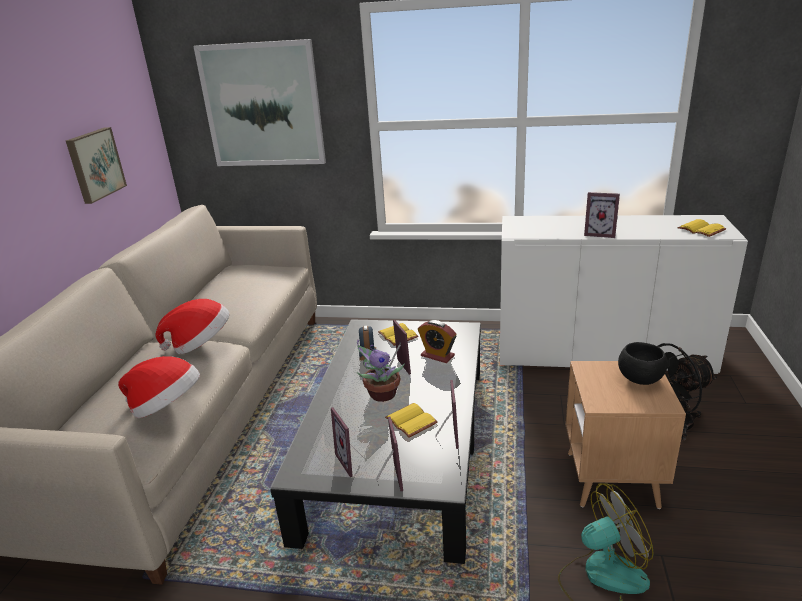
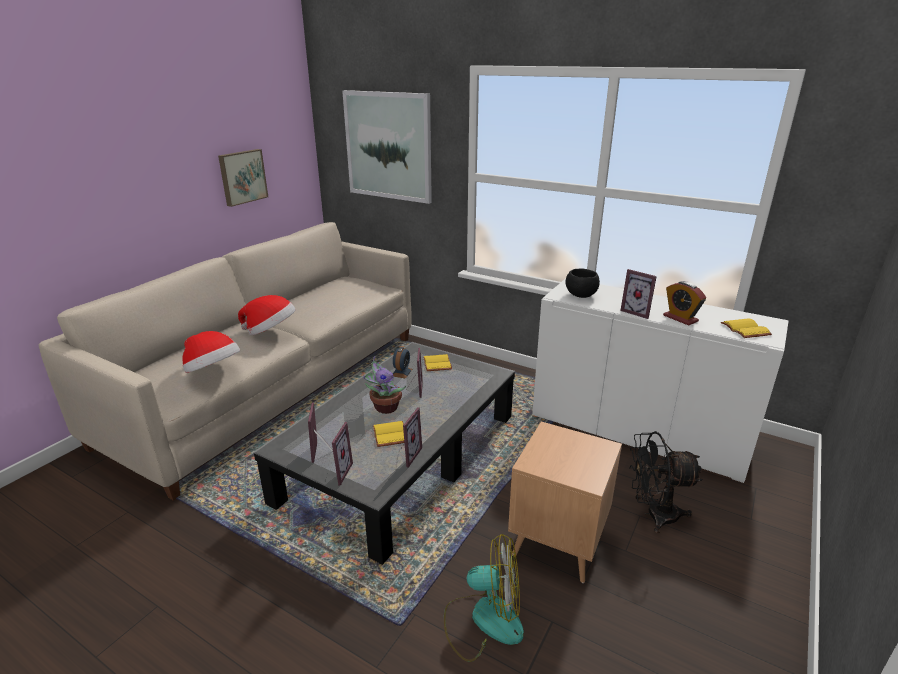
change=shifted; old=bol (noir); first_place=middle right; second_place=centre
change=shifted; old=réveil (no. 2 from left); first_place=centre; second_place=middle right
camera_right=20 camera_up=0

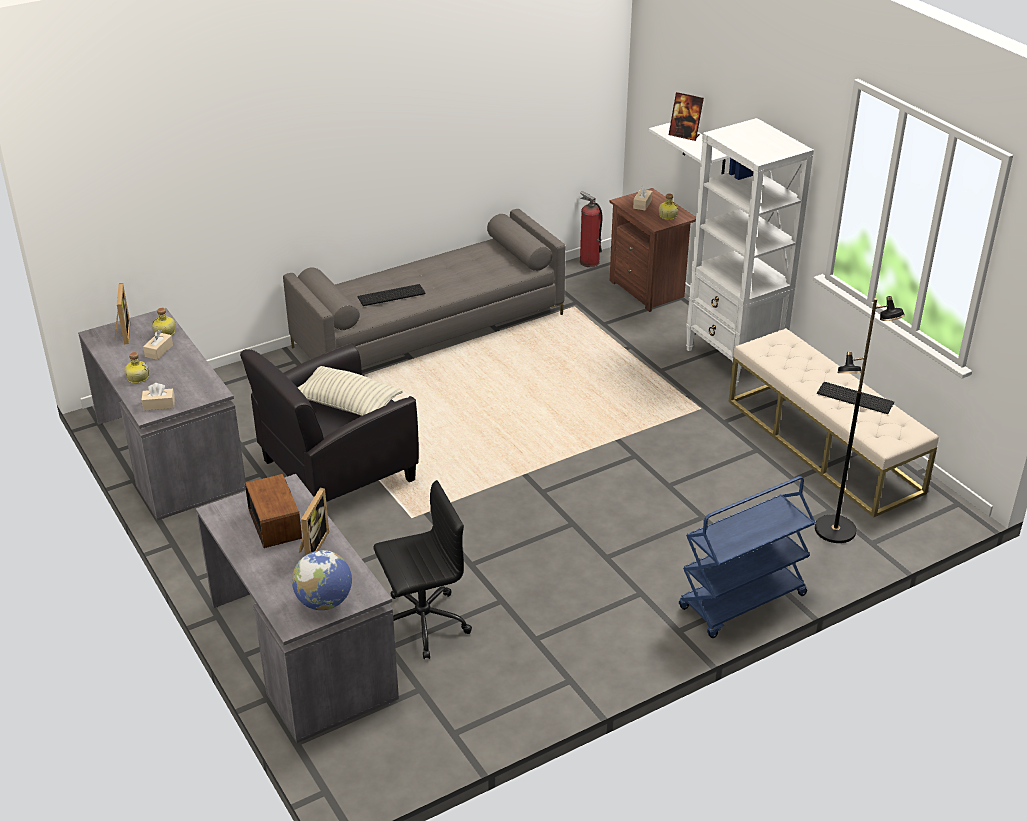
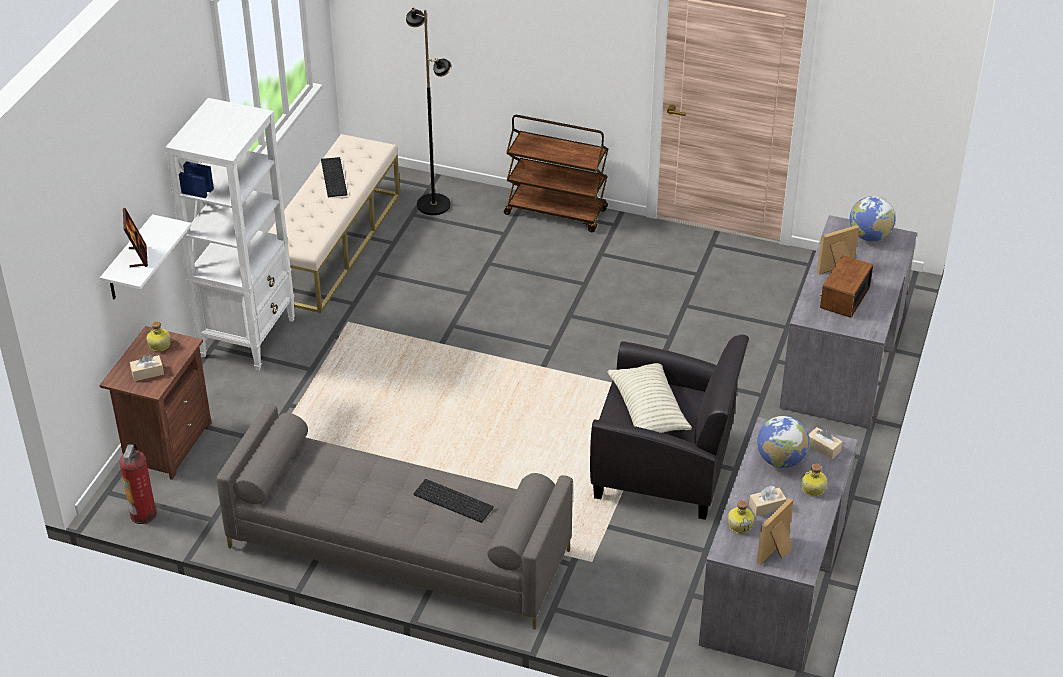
change=repainted; old=chariot (bleu); new=chariot (marron); first_place=bottom right; second_place=top centre
change=new; new=globe (no. 1 from left); second_place=middle right
change=gone; old=chaise de bureau (noir); first_place=bottom centre
camera_right=-130 camera_up=5

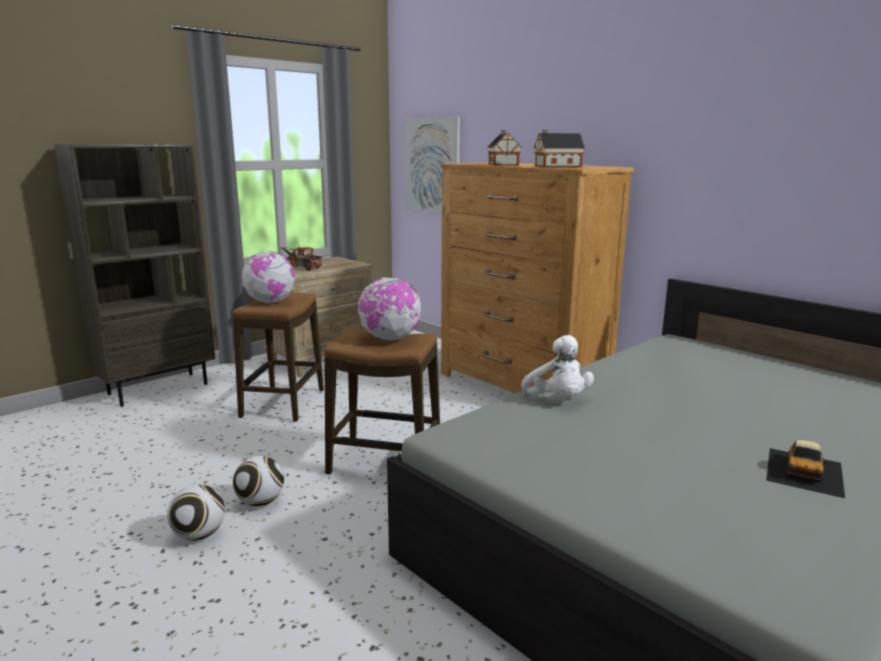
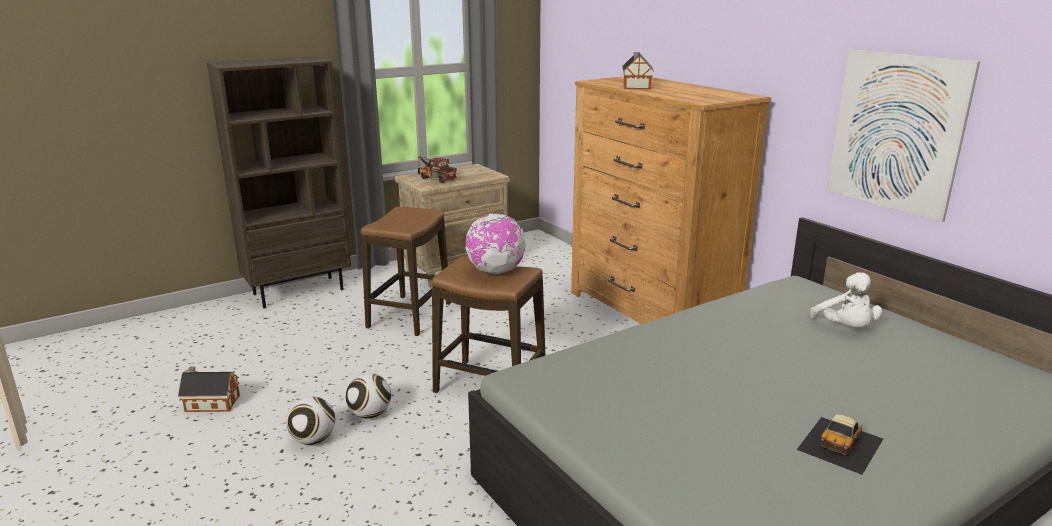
change=shifted; old=maison miniature (no. 2 from left in the first image); new=maison miniature (no. 1 from left); first_place=top centre; second_place=bottom left
change=shifted; old=peluche (blanc); first_place=centre; second_place=middle right
change=shifted; old=tableau; first_place=top centre; second_place=top right
change=gone; old=globe (no. 1 from left); first_place=middle left
camera_right=10 camera_up=5

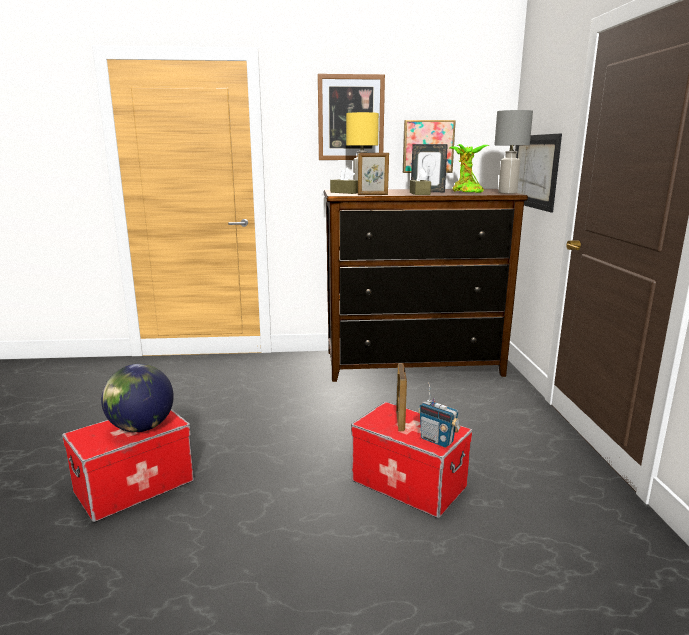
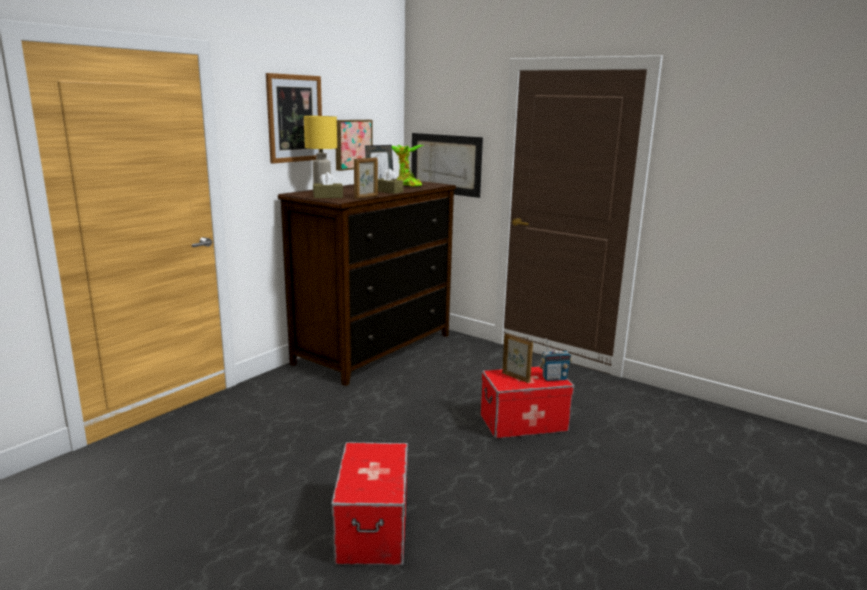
change=gone; old=globe; first_place=middle left
change=gone; old=lampe de table (gris); first_place=top right
camera_right=-50 camera_up=0

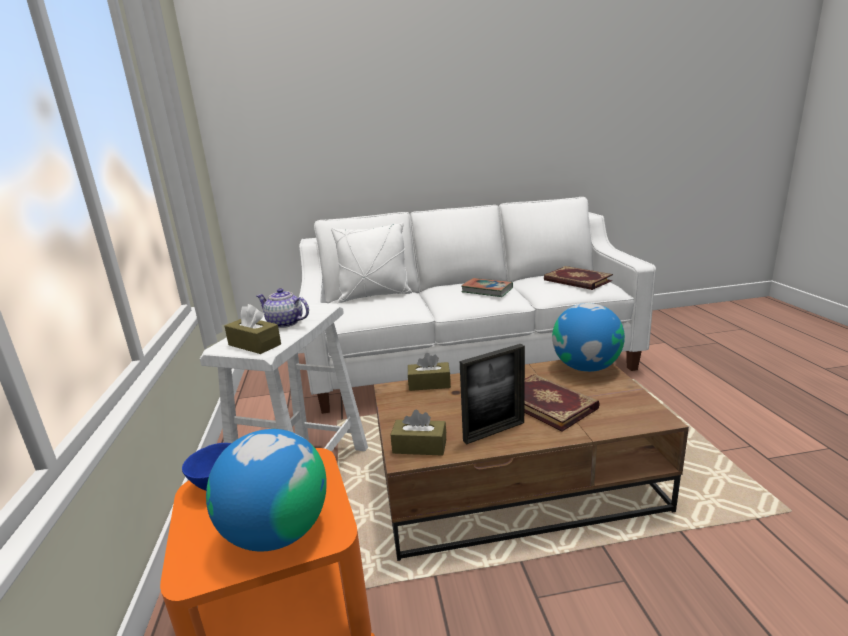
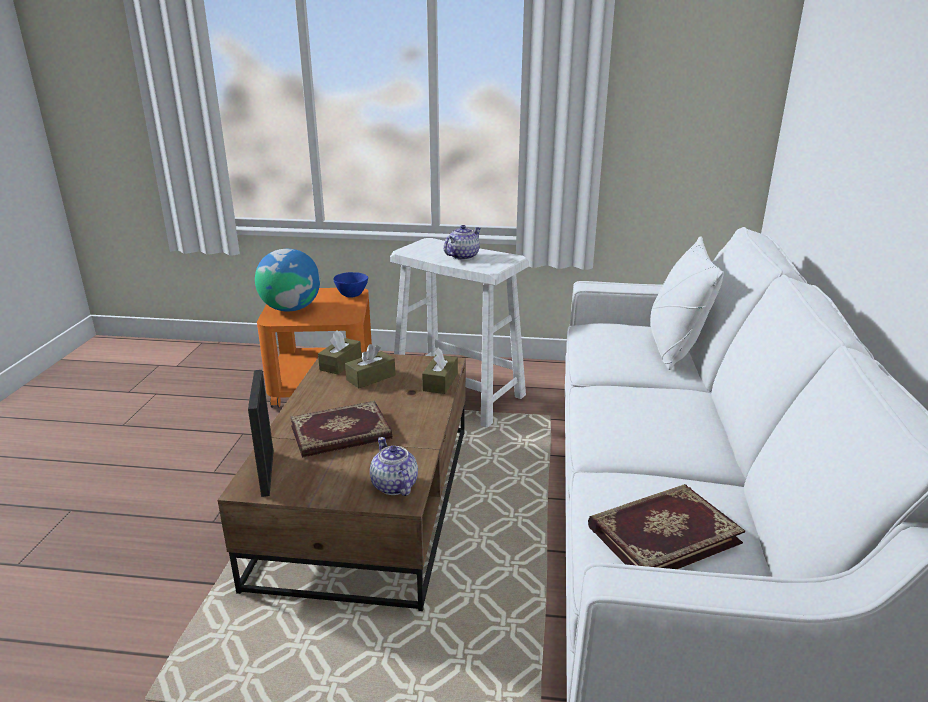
change=shifted; old=cadre photo; first_place=centre; second_place=middle left
change=shifted; old=boîte à mouchoirs (marron) (no. 1 from left in the first image); new=boîte à mouchoirs (marron) (no. 2 from left); first_place=middle left; second_place=centre
change=swapped; old=globe (no. 2 from left); new=théière (no. 1 from left); first_place=middle right; second_place=centre
change=gone; old=livre (no. 1 from left); first_place=centre
camera_right=105 camera_up=5

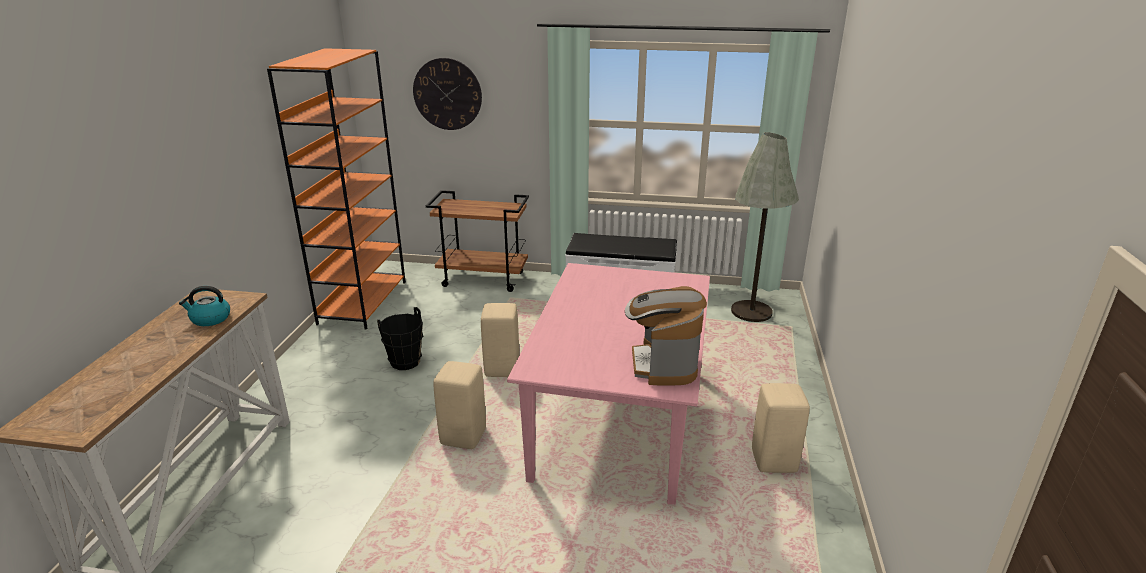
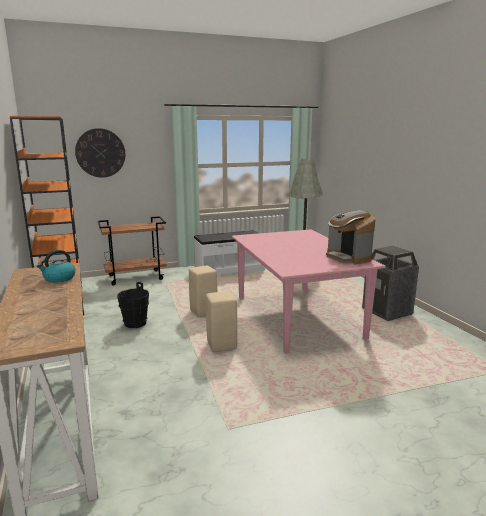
change=swapped; old=tabouret (beige) (no. 3 from left); new=poubelle; first_place=bottom right; second_place=middle right
camera_right=-30 camera_up=-10

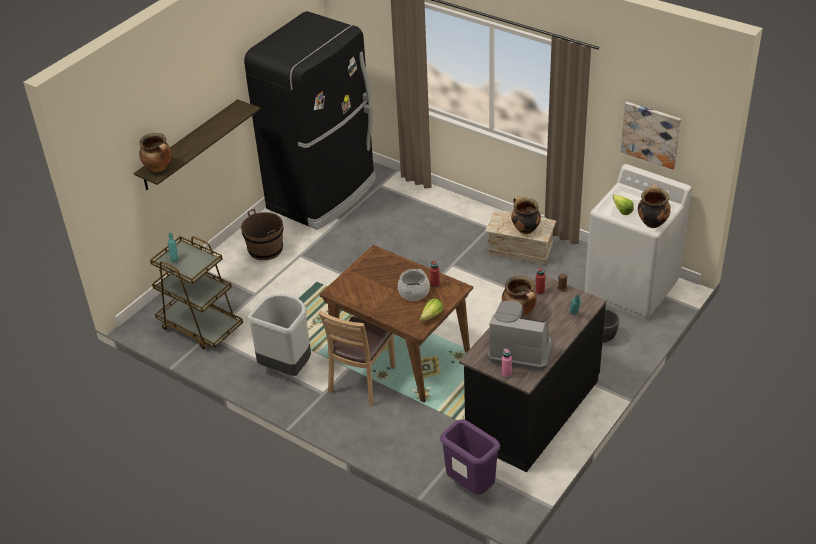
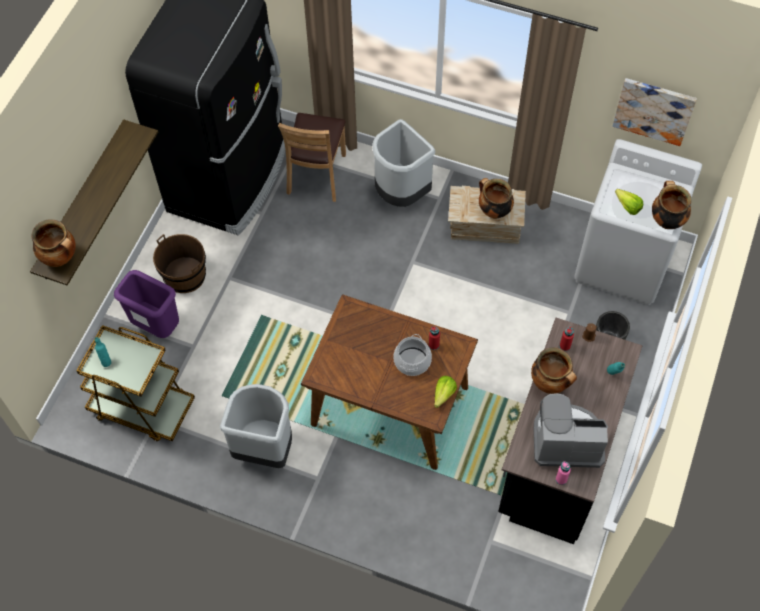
change=shifted; old=poubelle (violet); first_place=bottom centre; second_place=middle left
change=shifted; old=chaise (marron); first_place=centre; second_place=top centre
change=new; new=poubelle (gris) (no. 2 from left); second_place=top centre
camera_right=-15 camera_up=20

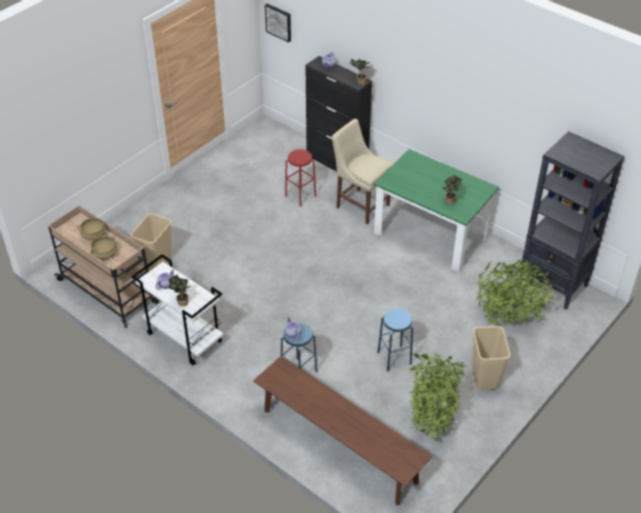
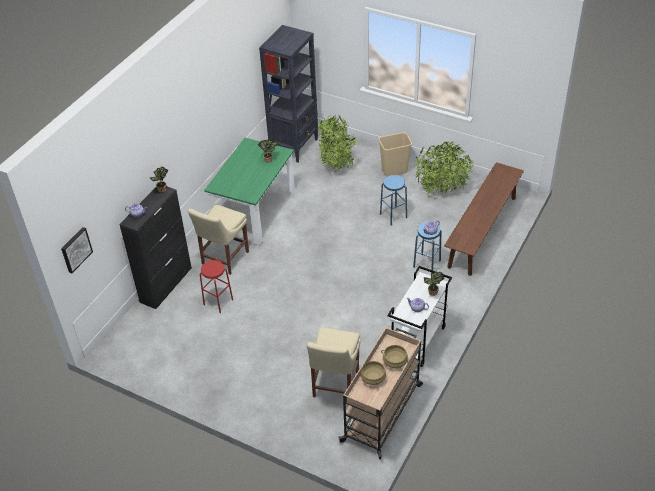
change=swapped; old=poubelle (beige) (no. 1 from left); new=chaise (beige) (no. 2 from left); first_place=middle left; second_place=bottom centre
camera_right=-100 camera_up=0

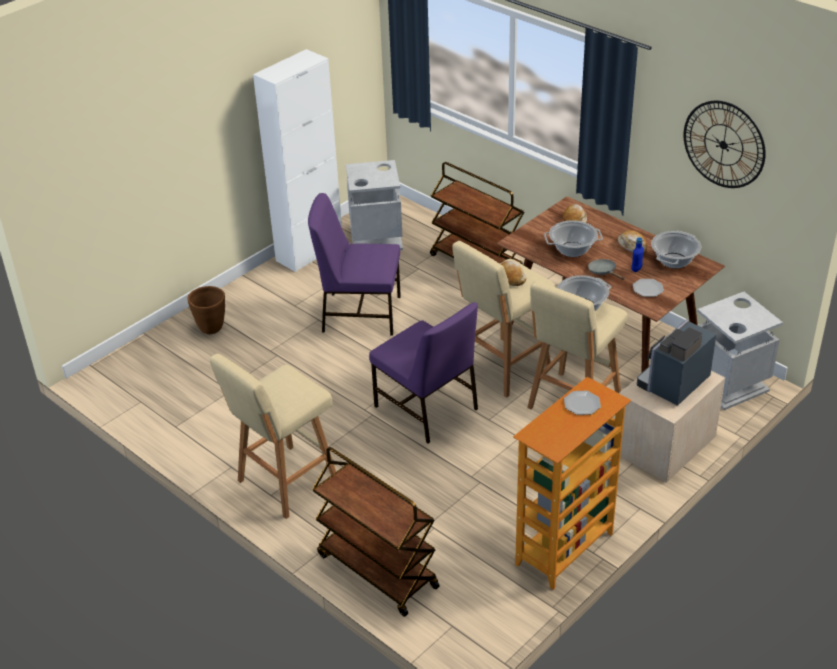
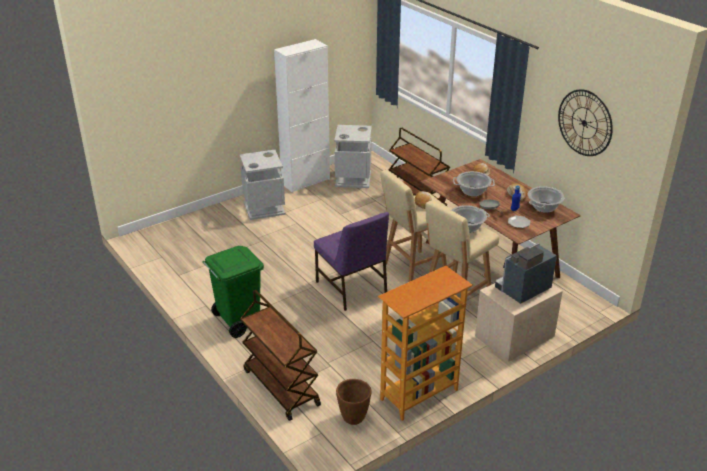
change=swapped; old=tabouret (beige) (no. 1 from left); new=poubelle (vert); first_place=middle left; second_place=middle left
change=shifted; old=poubelle (gris) (no. 2 from left in the first image); new=poubelle (gris) (no. 1 from left); first_place=middle right; second_place=centre
change=shifted; old=cache-pot (marron); first_place=middle left; second_place=bottom centre
change=gone; old=chaise (violet) (no. 1 from left); first_place=centre
change=gone; old=assiette (no. 1 from left); first_place=middle right
camera_right=10 camera_up=-5

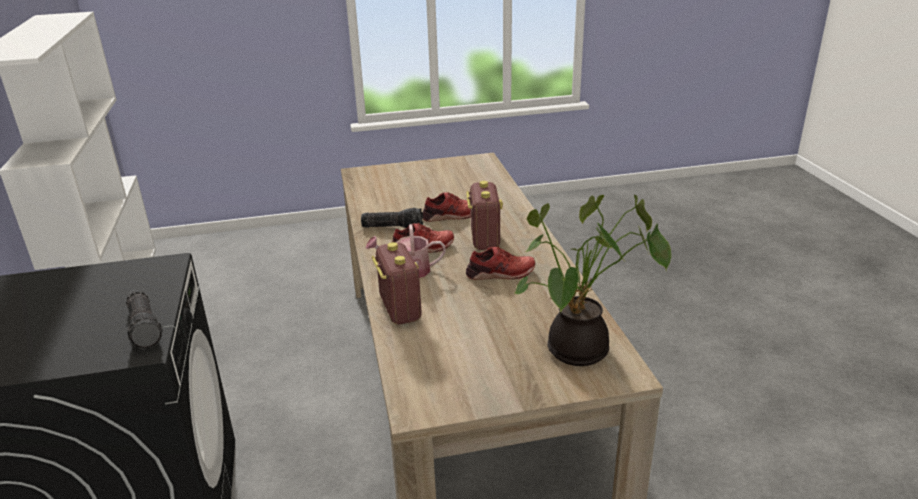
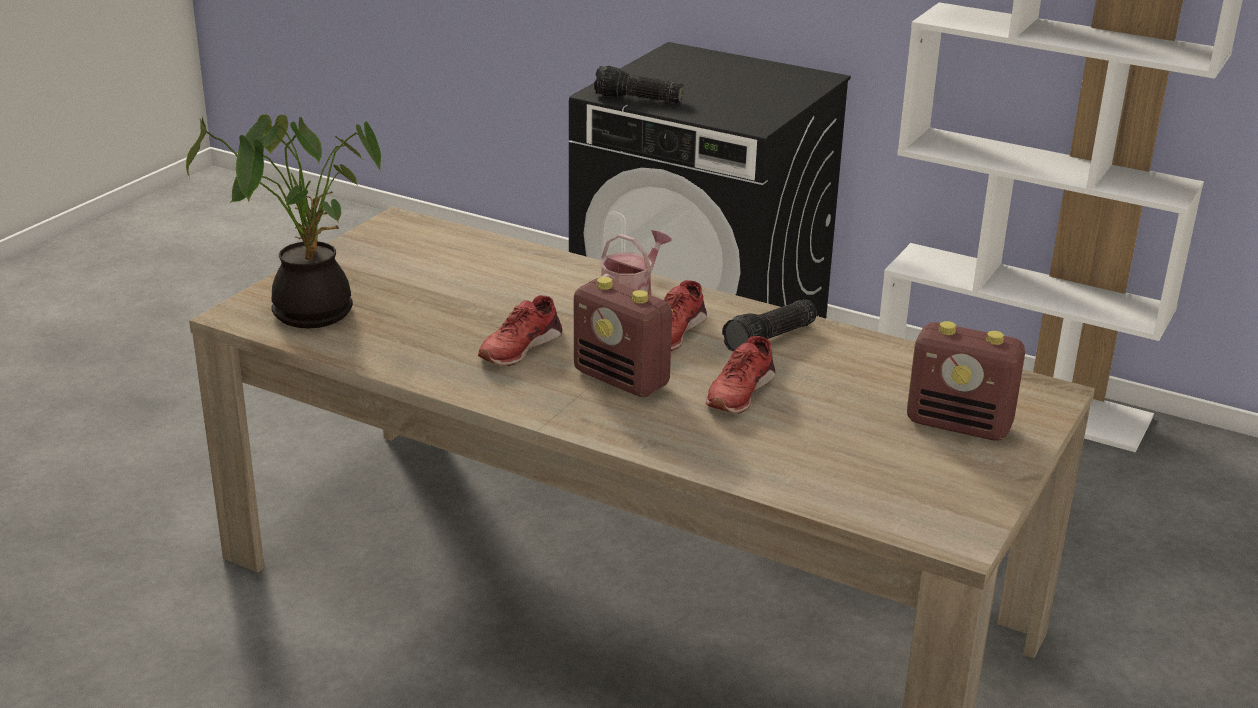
change=shifted; old=radio (no. 1 from left in the first image); new=radio (no. 2 from left); first_place=centre; second_place=middle right
camera_right=130 camera_up=0

